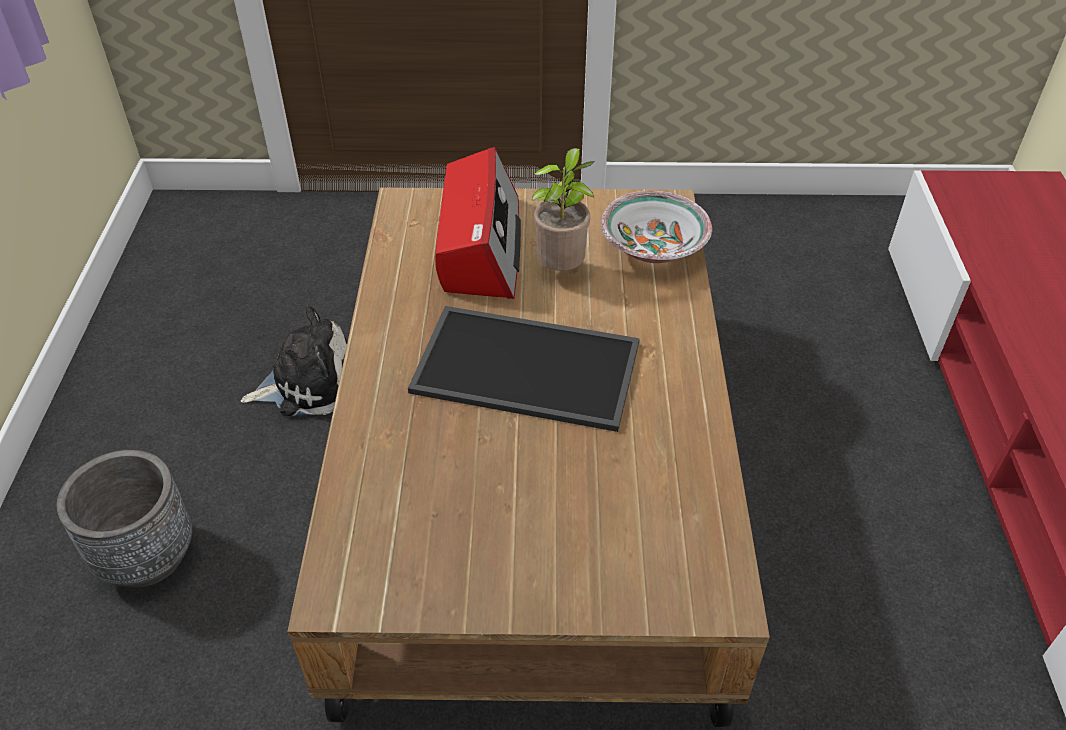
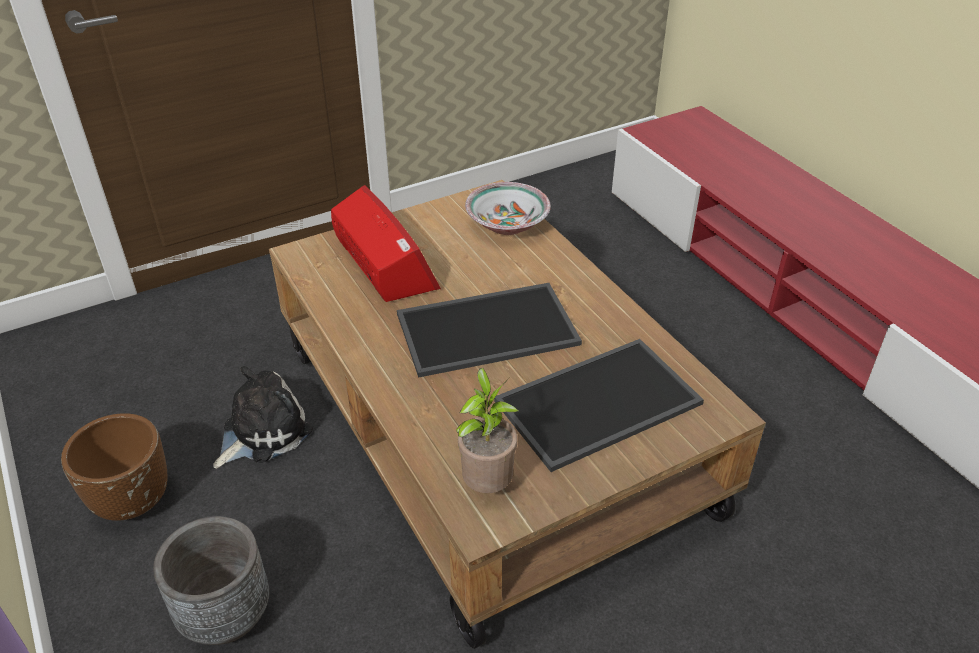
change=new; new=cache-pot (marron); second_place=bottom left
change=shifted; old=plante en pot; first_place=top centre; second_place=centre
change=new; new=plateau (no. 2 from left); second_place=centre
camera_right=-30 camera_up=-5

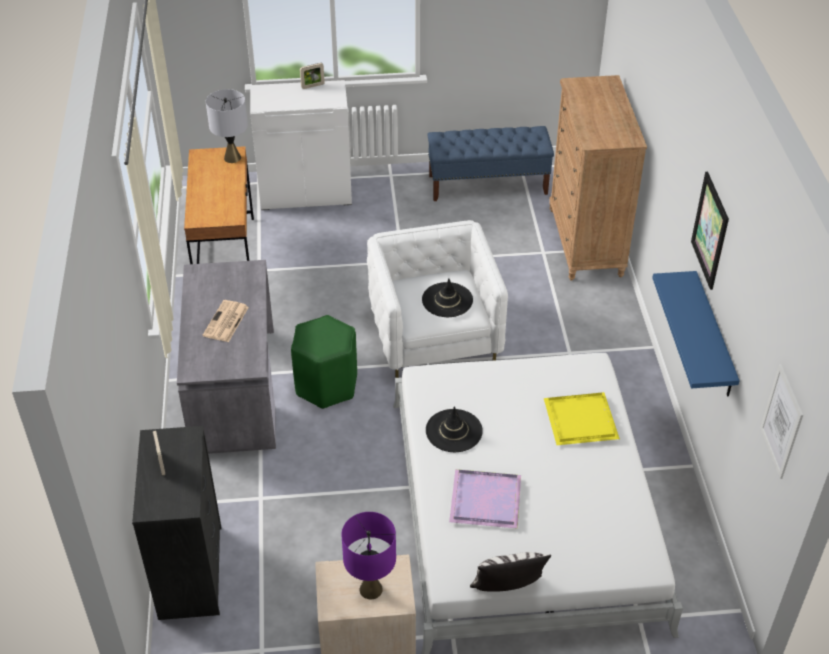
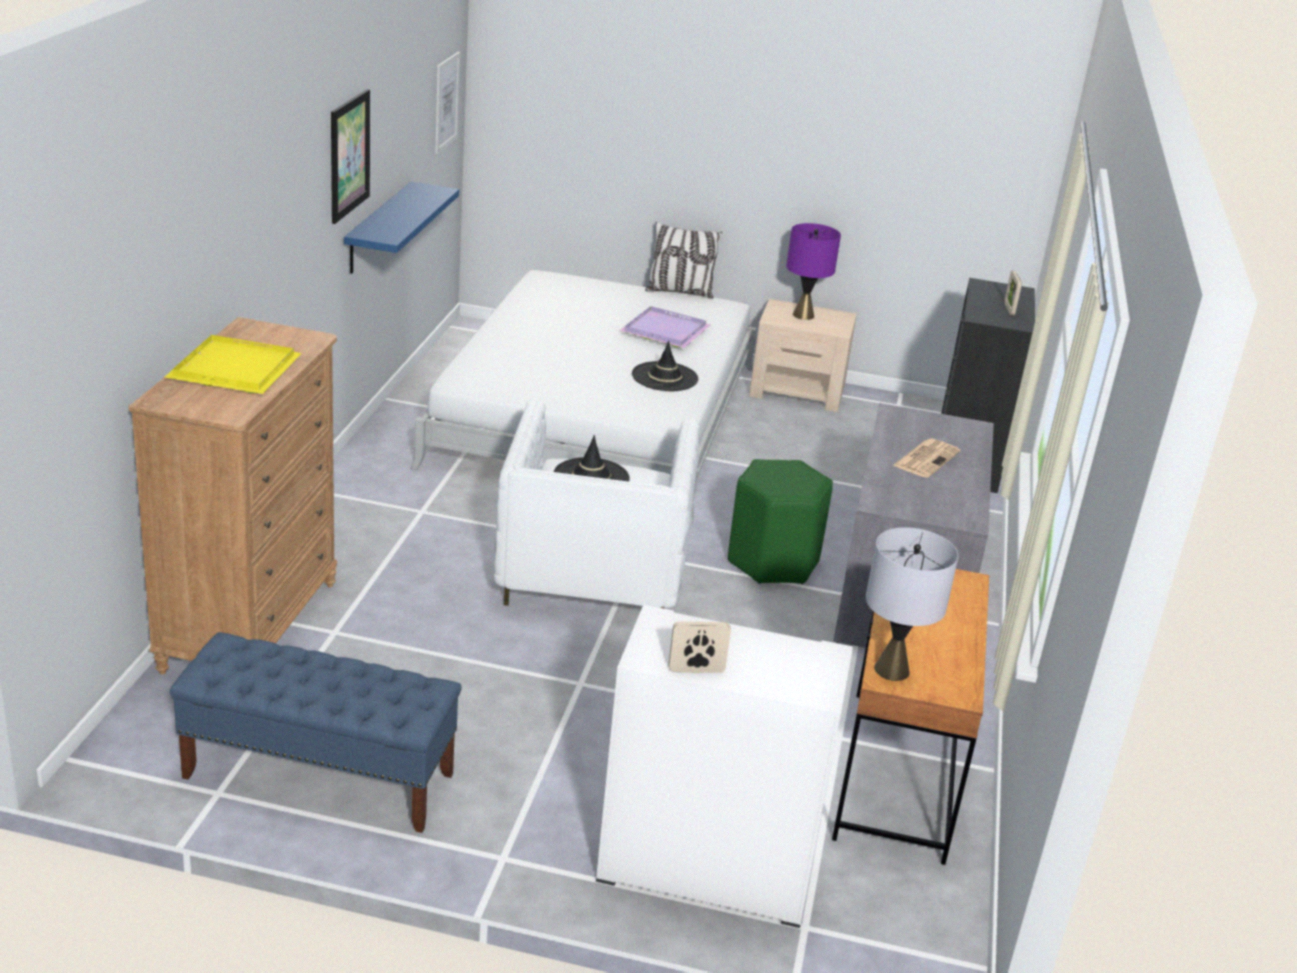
change=shifted; old=plateau (jaune); first_place=middle right; second_place=middle left
camera_right=-165 camera_up=-15

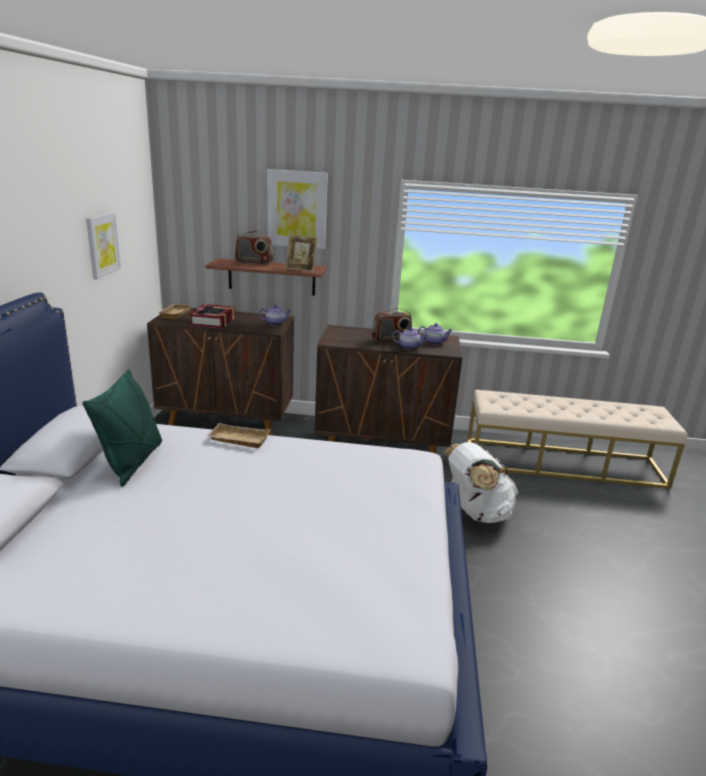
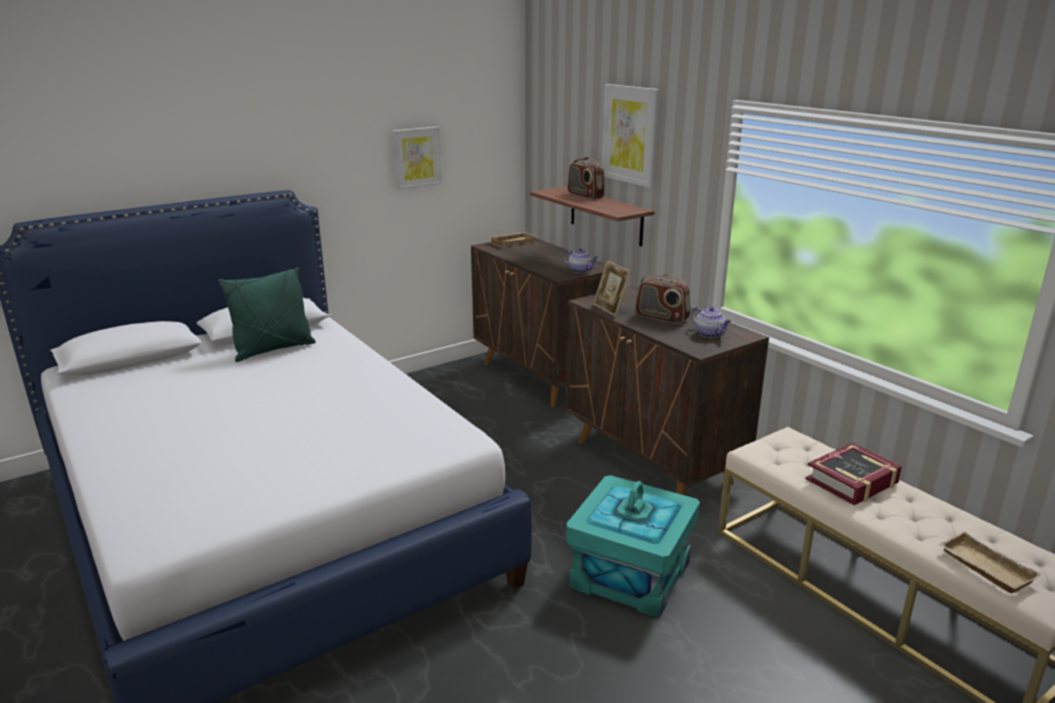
change=swapped; old=sac à dos (blanc); new=boîte de rangement (turquoise); first_place=middle right; second_place=bottom centre
change=shifted; old=cadre photo; first_place=top centre; second_place=centre
change=shifted; old=livre; first_place=middle left; second_place=bottom right
change=shifted; old=plateau (beige) (no. 2 from left); first_place=centre; second_place=bottom right
change=gone; old=théière (no. 2 from left); first_place=centre
camera_right=50 camera_up=0

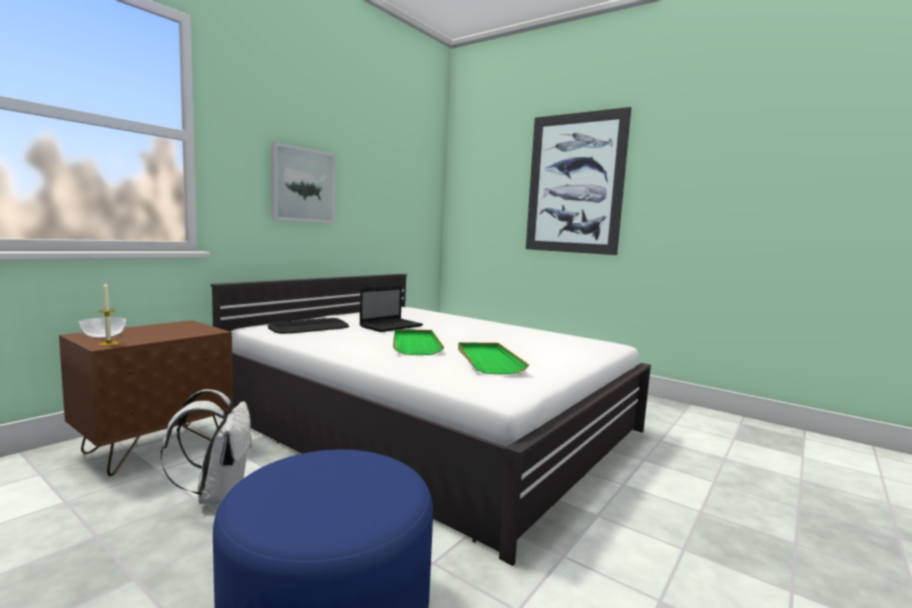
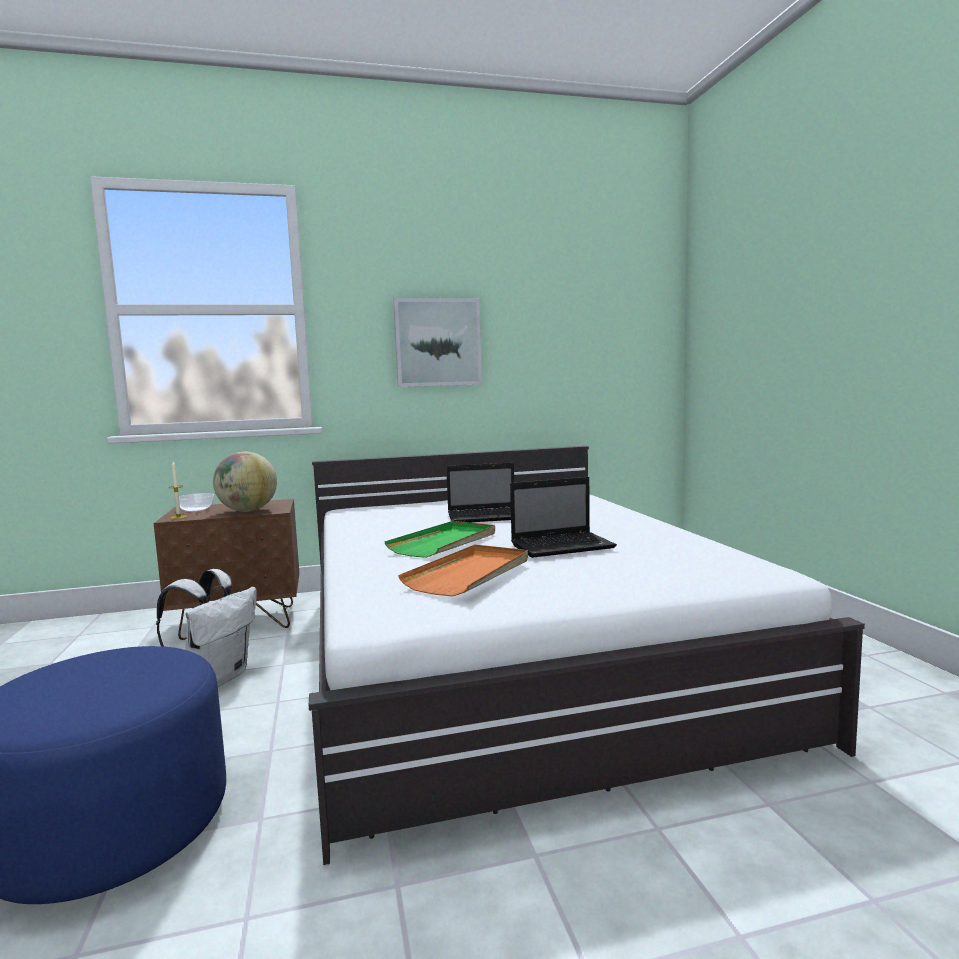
change=new; new=globe; second_place=middle left
change=repainted; old=plateau (vert) (no. 2 from left); new=plateau (orange); first_place=centre; second_place=centre
change=new; new=ordinateur portable (no. 2 from left); second_place=centre
change=gone; old=clavier; first_place=centre
change=gone; old=tableau (no. 2 from left); first_place=top centre
camera_right=40 camera_up=0

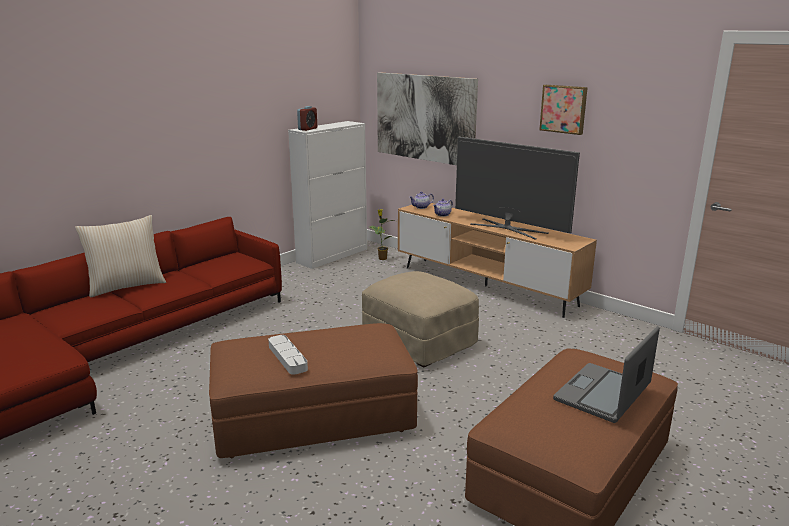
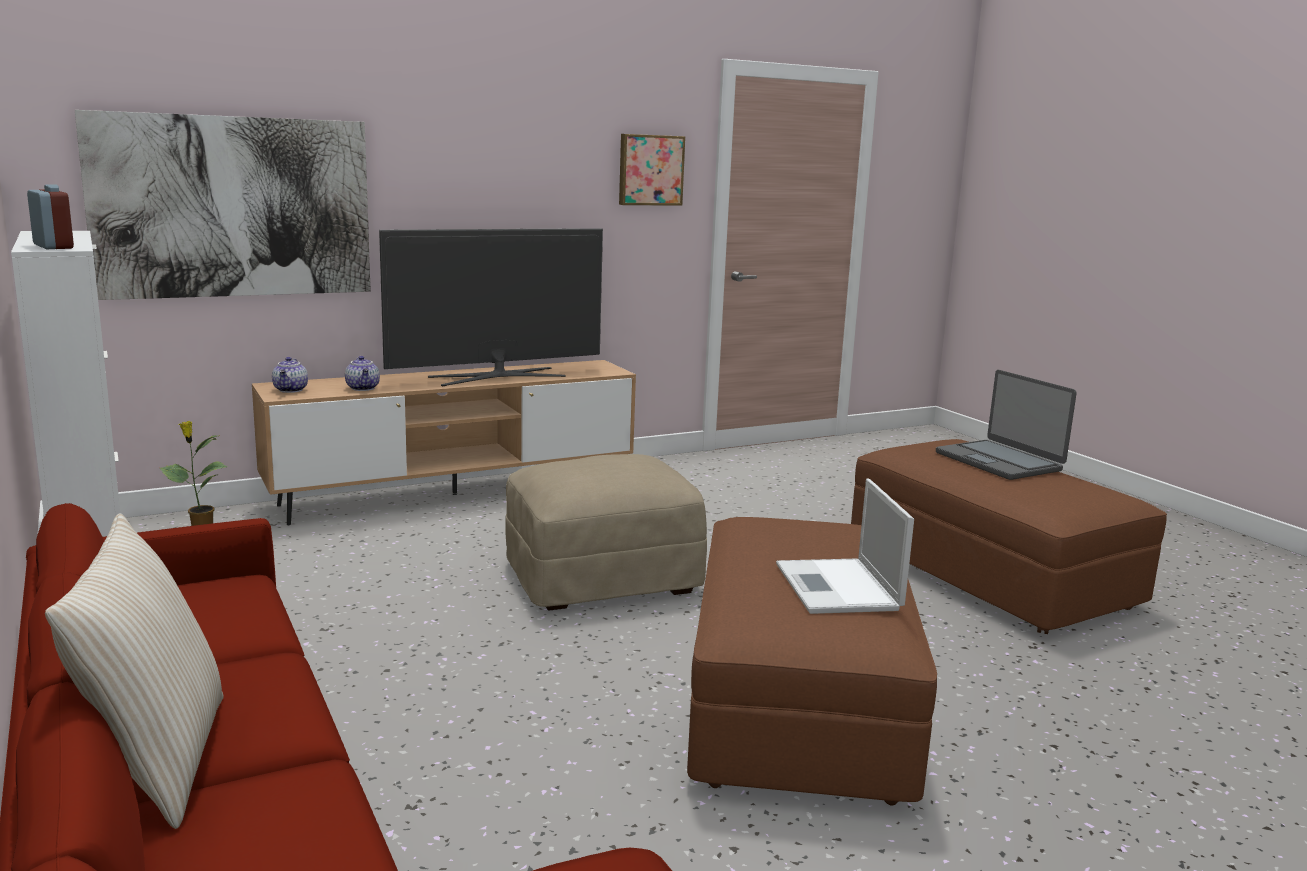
change=shifted; old=tableau (no. 2 from left); first_place=top right; second_place=top centre
change=swapped; old=plateau (gris); new=ordinateur portable (no. 1 from left); first_place=bottom centre; second_place=centre
camera_right=-70 camera_up=-5

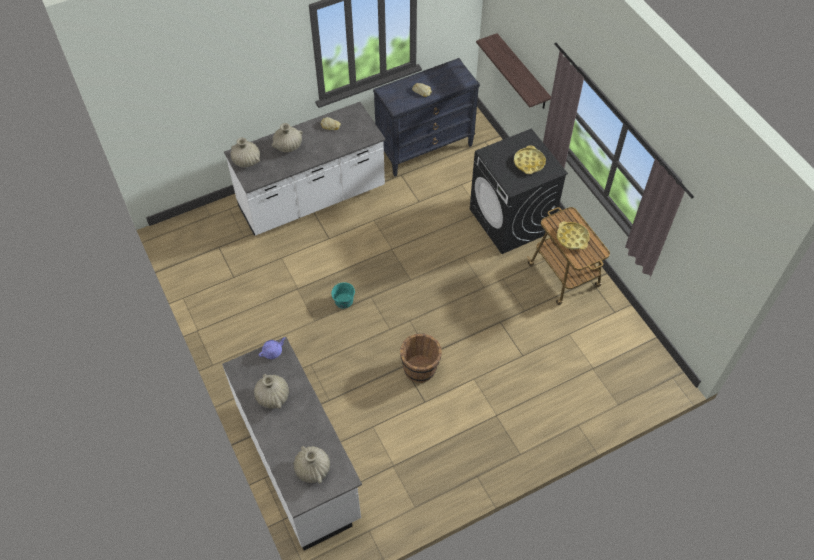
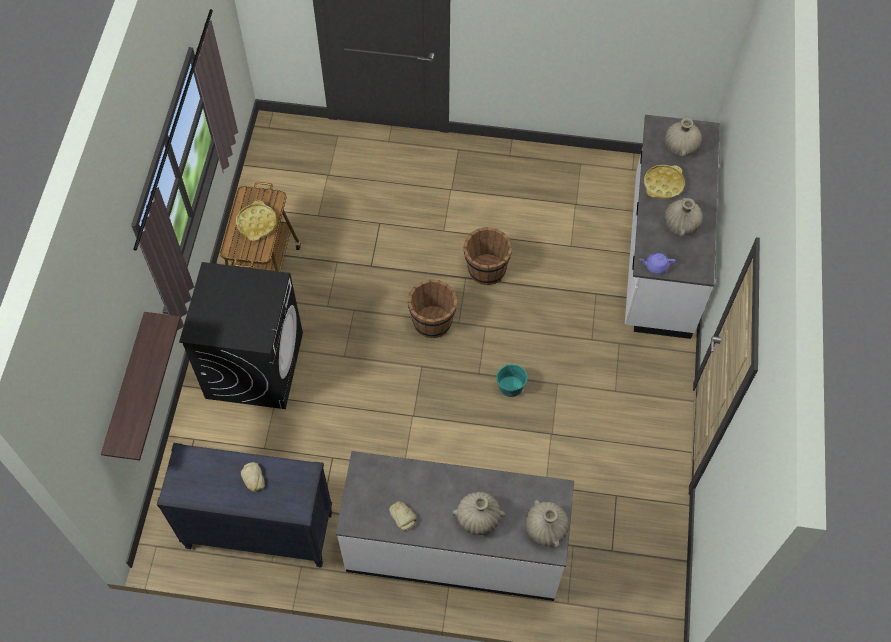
change=new; new=seau (marron) (no. 1 from left); second_place=centre
change=shifted; old=plateau (jaune) (no. 1 from left in the first image); new=plateau (jaune) (no. 2 from left); first_place=top centre; second_place=top right
camera_right=-145 camera_up=5

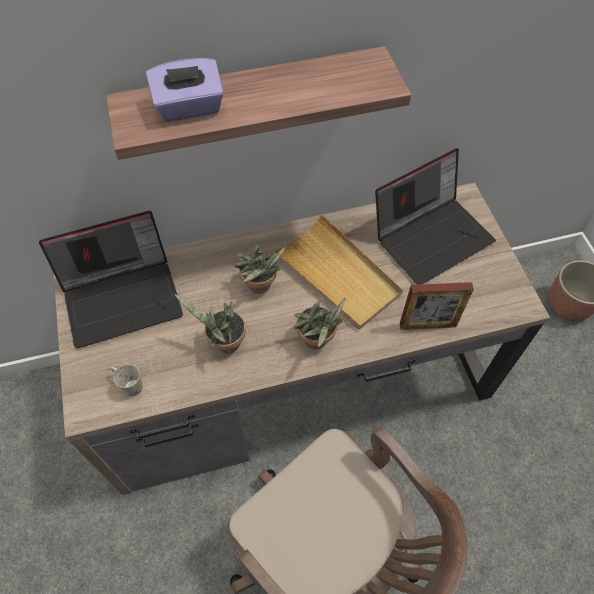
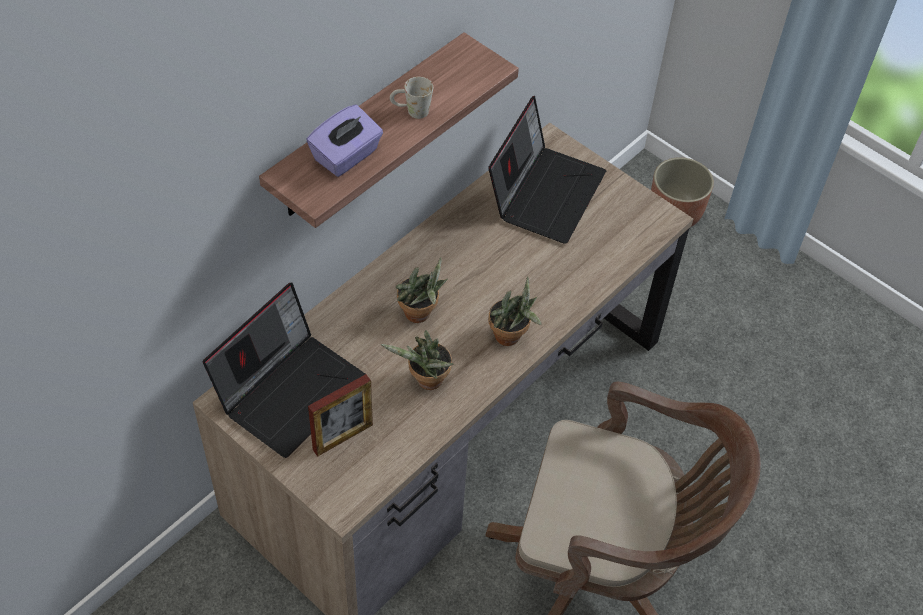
change=shifted; old=cadre photo; first_place=middle right; second_place=bottom centre
change=shifted; old=mug (blanc); first_place=middle left; second_place=top centre
change=gone; old=plateau (beige); first_place=centre
camera_right=-35 camera_up=-5

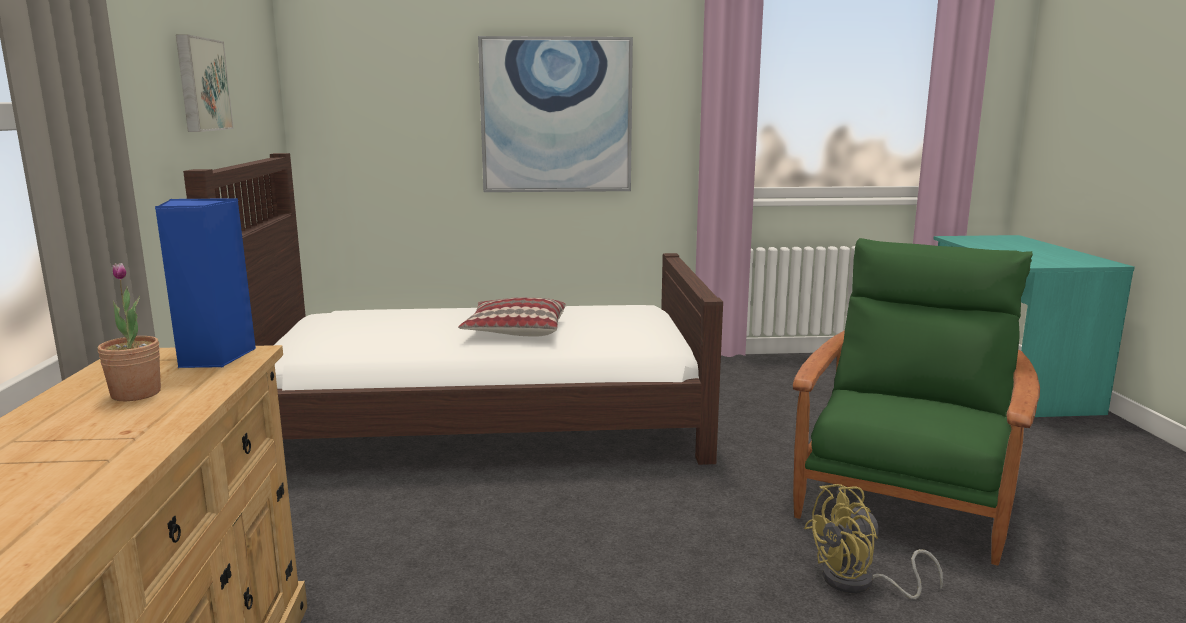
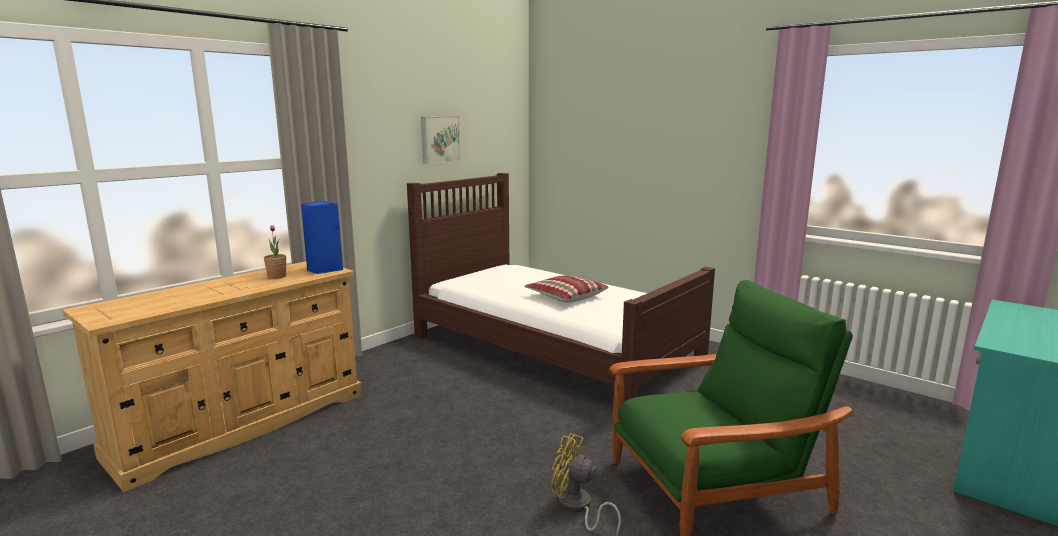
change=gone; old=tableau (no. 2 from left); first_place=top centre
camera_right=45 camera_up=0

